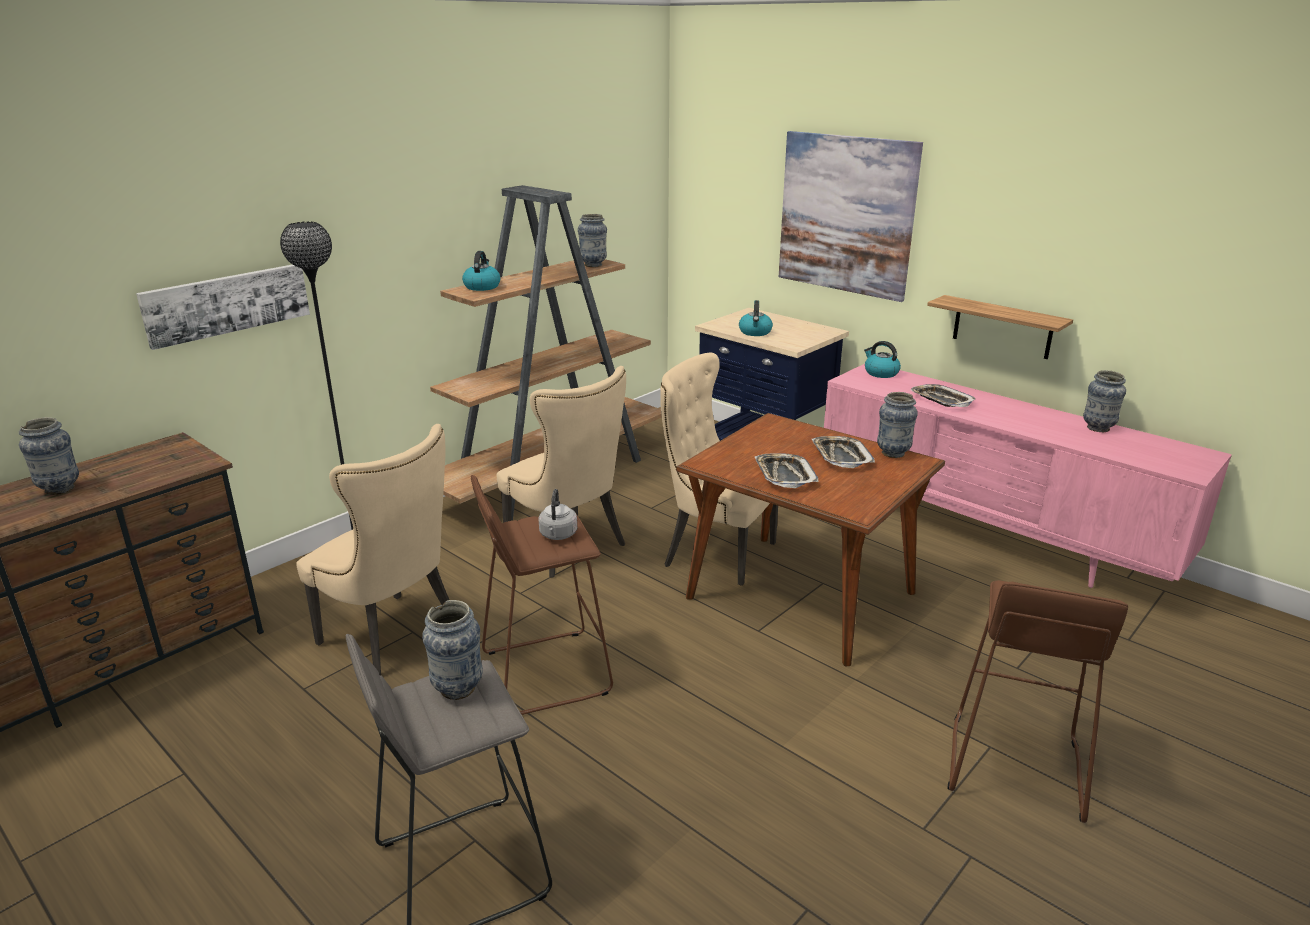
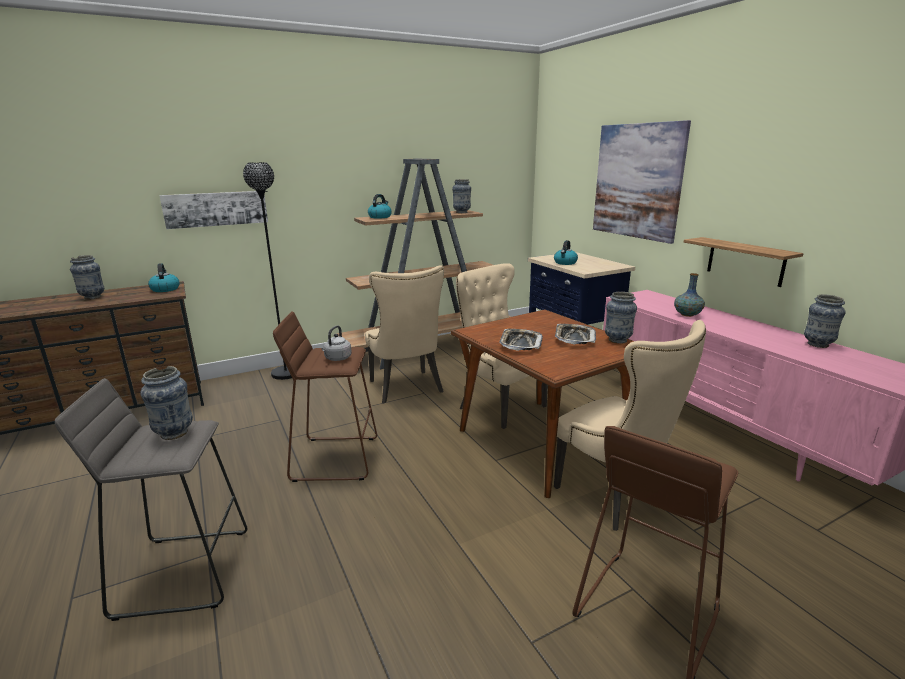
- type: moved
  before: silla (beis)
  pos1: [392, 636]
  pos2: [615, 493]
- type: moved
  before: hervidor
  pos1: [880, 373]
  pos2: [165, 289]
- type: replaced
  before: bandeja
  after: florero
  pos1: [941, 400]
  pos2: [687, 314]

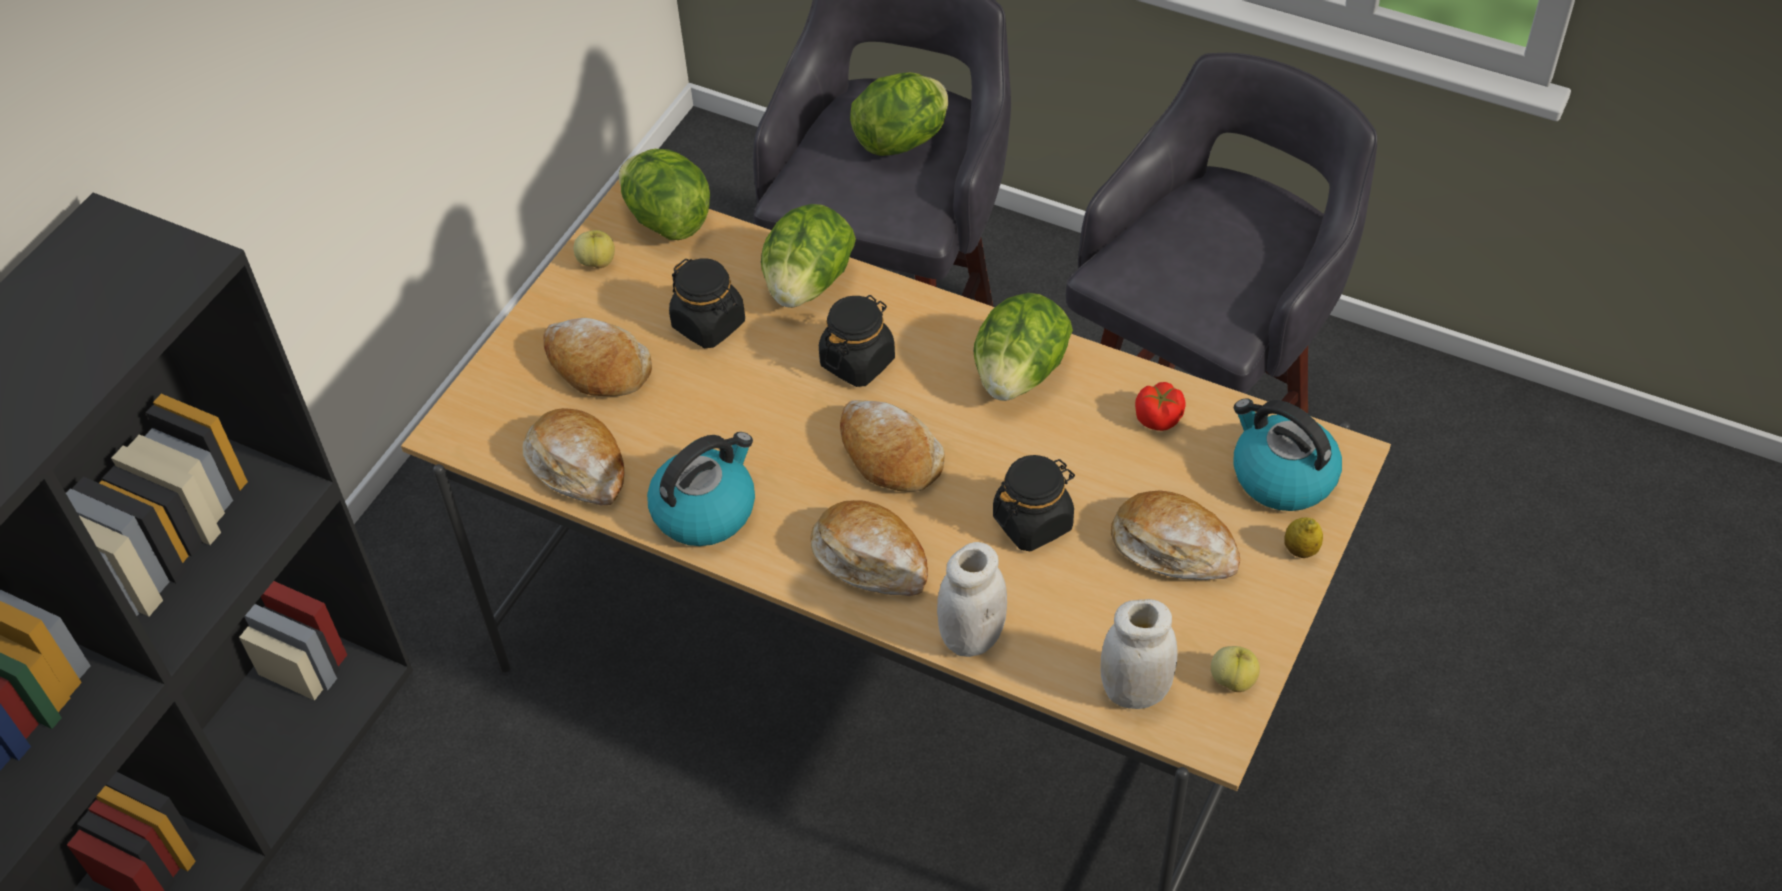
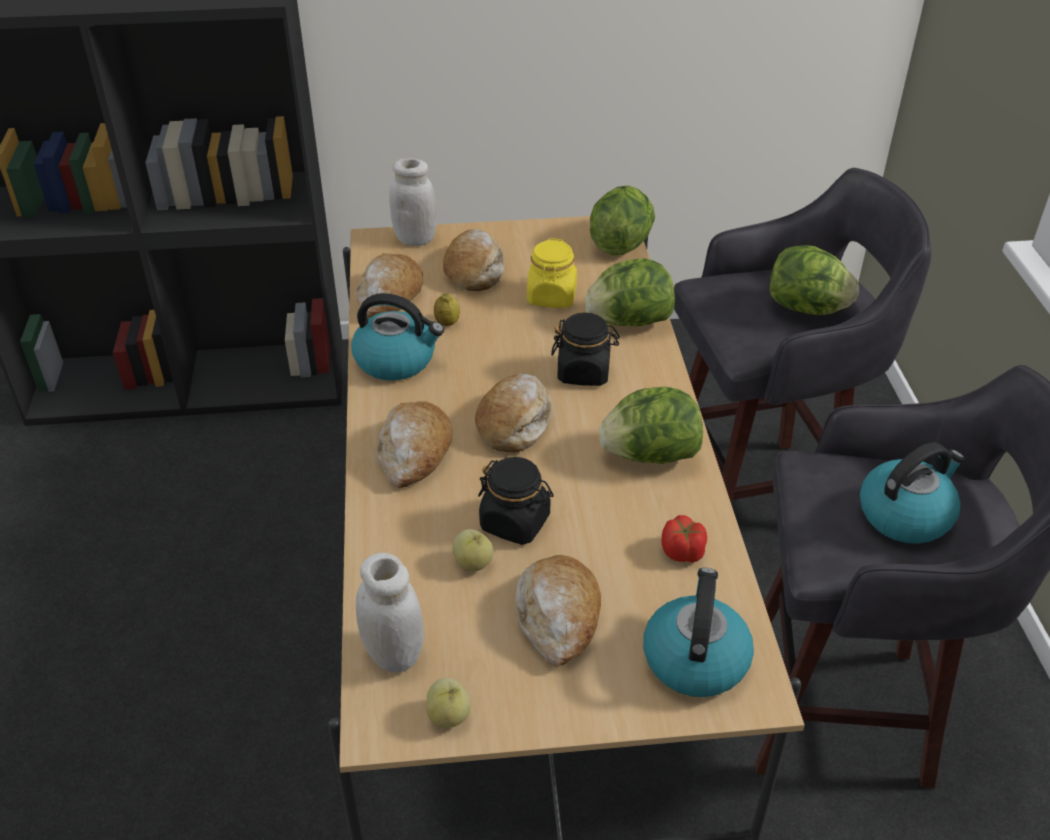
- type: added
  after: hervidor
  pos2: [905, 514]
- type: moved
  before: manzana
  pos1: [597, 262]
  pos2: [473, 563]
- type: moved
  before: tarro (blanco)
  pos1: [971, 637]
  pos2: [415, 239]
- type: moved
  before: limón
  pos1: [1301, 550]
  pos2: [447, 323]
- type: recoloured
  before: tarro (negro)
  after: tarro (amarillo)
  pos1: [709, 324]
  pos2: [551, 296]

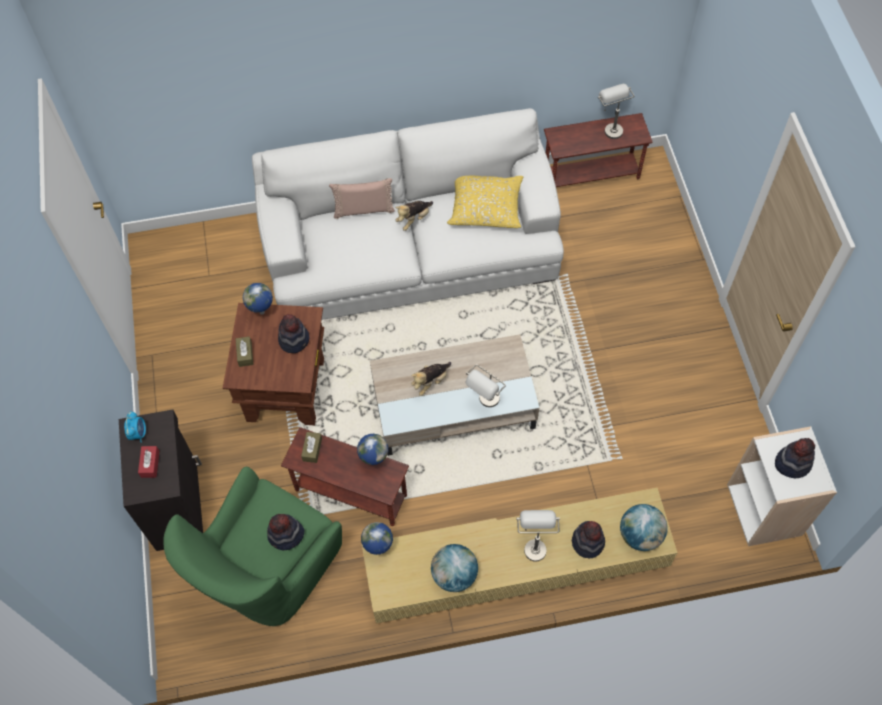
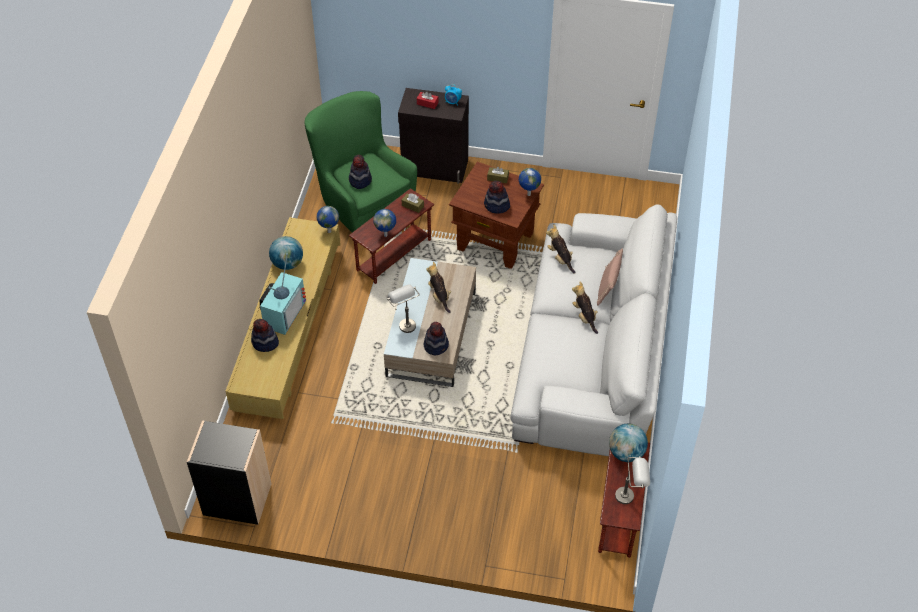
- type: removed
  before: cojín (amarillo)
  pos1: [486, 207]
- type: added
  after: peluche
  pos2: [560, 258]
- type: moved
  before: globo terráqueo
  pos1: [640, 535]
  pos2: [626, 453]
- type: moved
  before: sombrero
  pos1: [792, 463]
  pos2: [436, 345]
- type: replaced
  before: lámpara de mesa (gris)
  after: televisor
  pos1: [534, 543]
  pos2: [283, 313]
- type: recoloured
  before: estantería (blanco)
  after: estantería (negro)
  pos1: [765, 510]
  pos2: [236, 499]

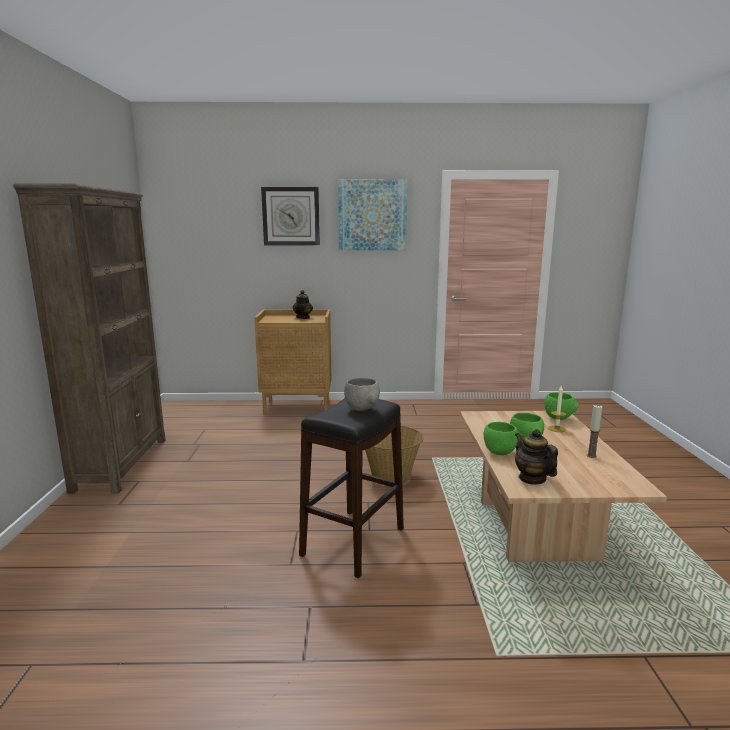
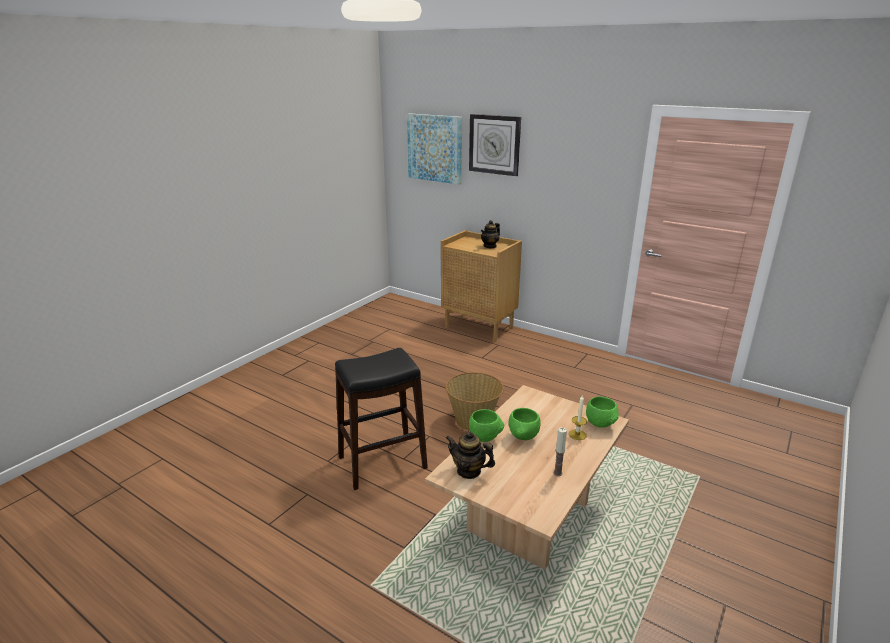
- type: removed
  before: estantería (marrón)
  pos1: [122, 463]
- type: removed
  before: cuenco (gris)
  pos1: [362, 409]
- type: moved
  before: cuadro
  pos1: [372, 215]
  pos2: [435, 148]
- type: turned
  before: tetera
  pos1: [532, 478]
  pos2: [469, 471]
  turn: -75

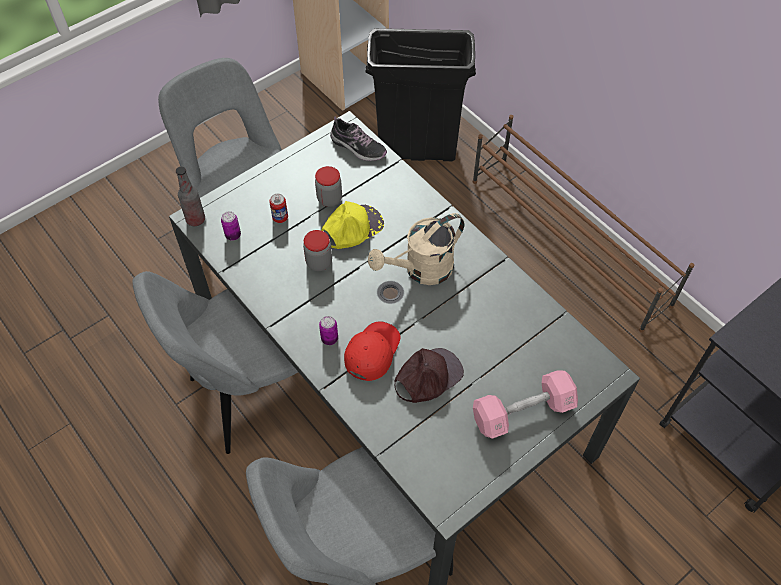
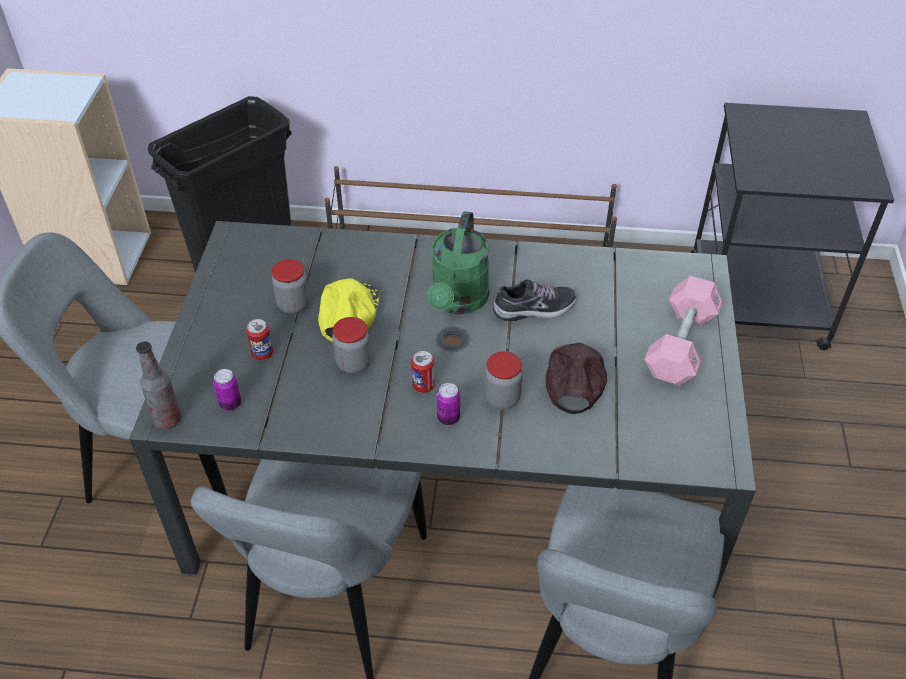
- type: added
  after: lata
  pos2: [423, 386]
- type: moved
  before: zapato
  pos1: [358, 147]
  pos2: [534, 309]
- type: replaced
  before: gorra (rojo)
  after: tarro
  pos1: [372, 352]
  pos2: [502, 398]
- type: recoloured
  before: regadera (beis)
  after: regadera (verde)
  pos1: [421, 270]
  pos2: [458, 302]

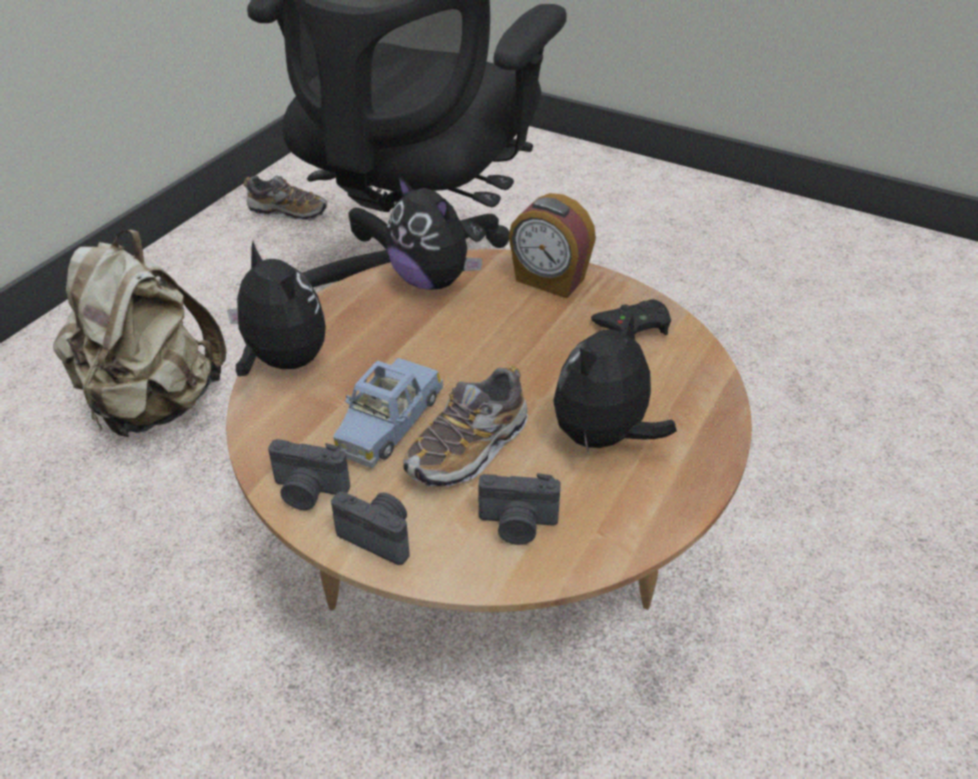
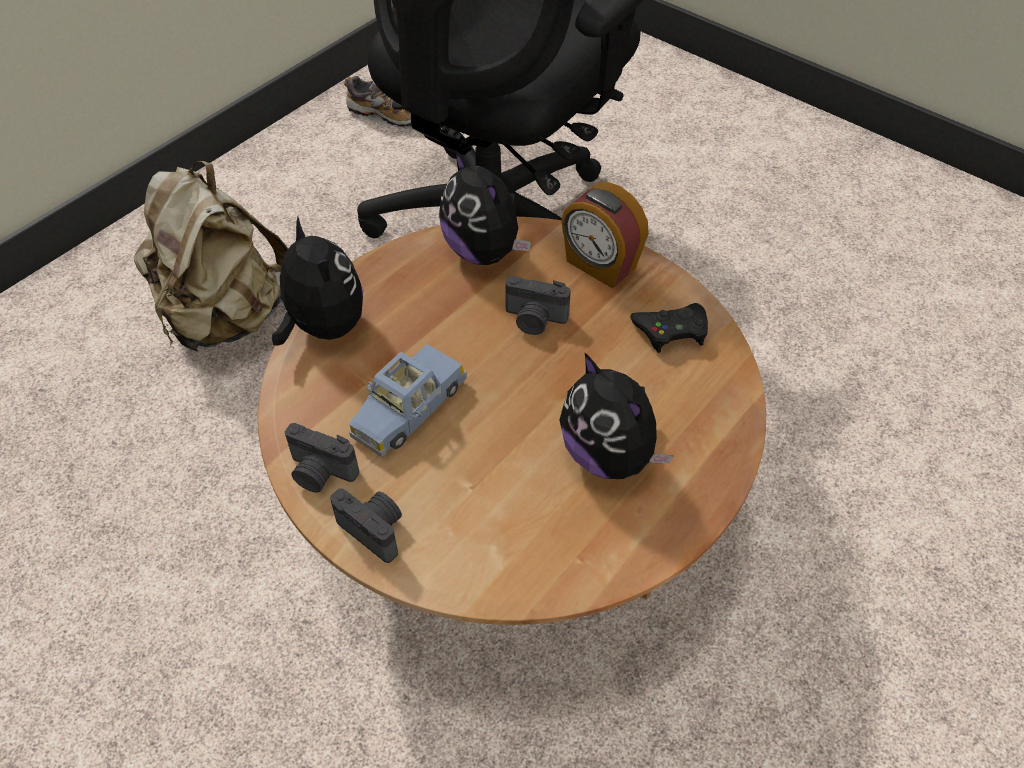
- type: removed
  before: zapato
  pos1: [468, 449]
- type: moved
  before: cámara
  pos1: [517, 525]
  pos2: [534, 320]
- type: turned
  before: peluche
  pos1: [603, 438]
  pos2: [609, 455]
  turn: -90

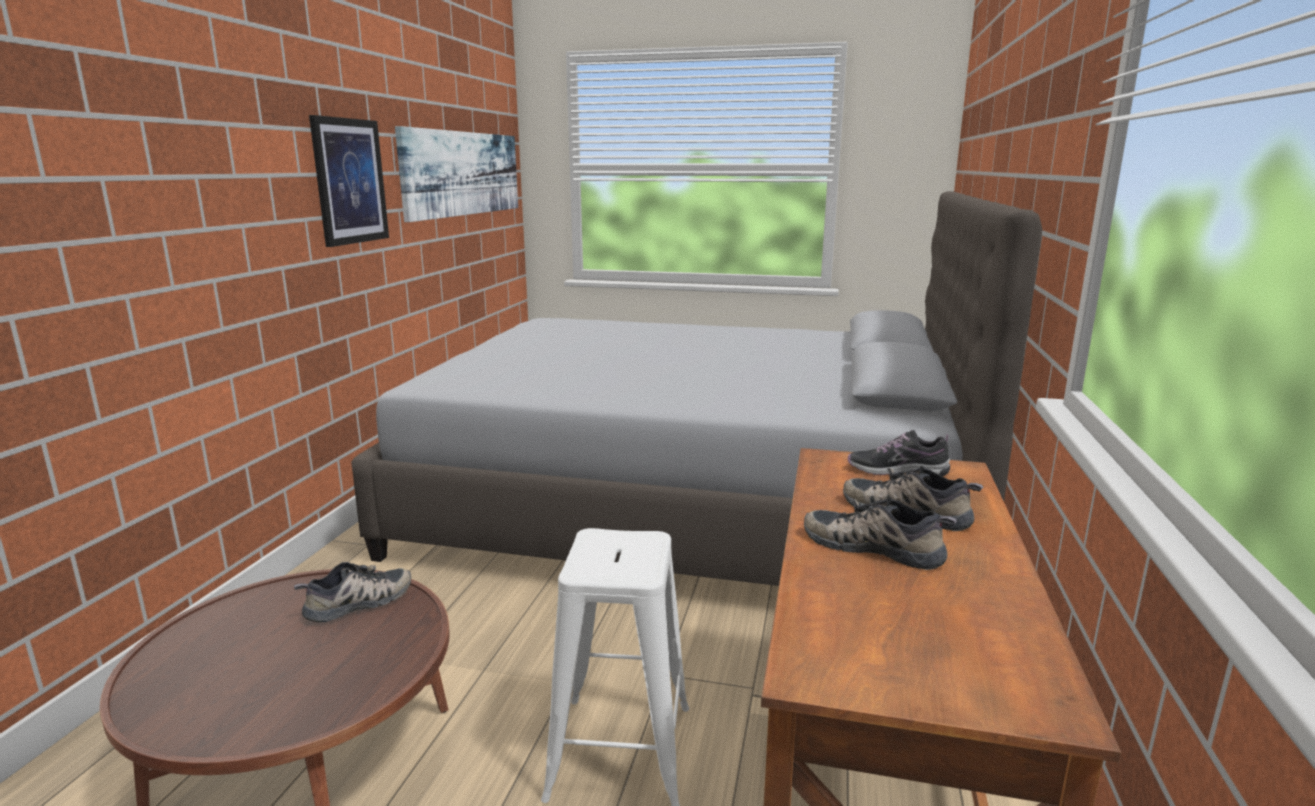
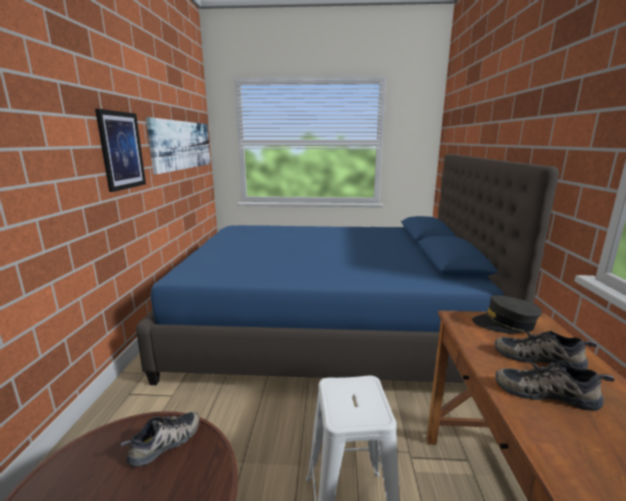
- type: replaced
  before: zapato
  after: gorra (gris)
  pos1: [897, 471]
  pos2: [505, 324]
- type: recoloured
  before: cama (gris)
  after: cama (azul)
  pos1: [689, 506]
  pos2: [328, 328]

